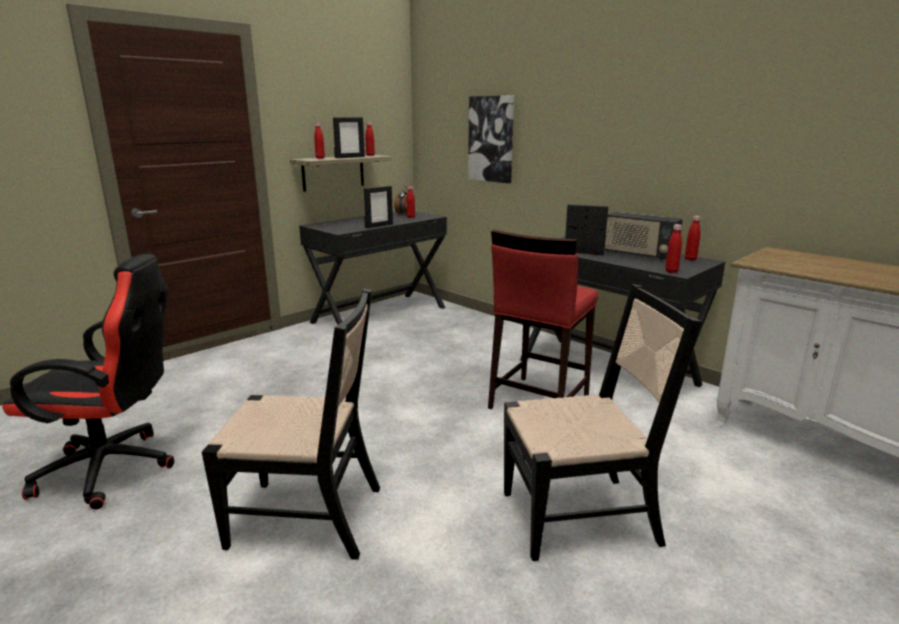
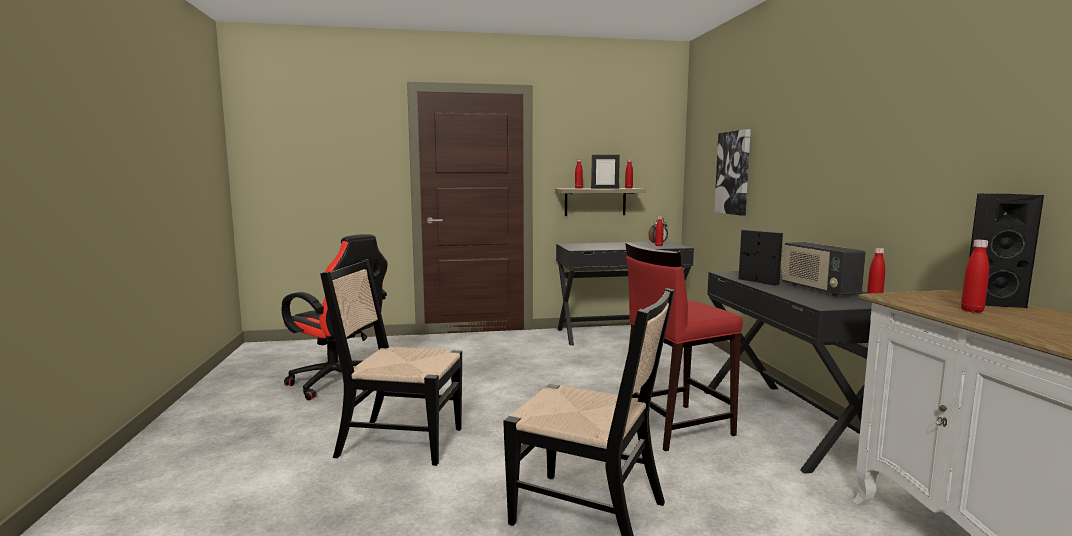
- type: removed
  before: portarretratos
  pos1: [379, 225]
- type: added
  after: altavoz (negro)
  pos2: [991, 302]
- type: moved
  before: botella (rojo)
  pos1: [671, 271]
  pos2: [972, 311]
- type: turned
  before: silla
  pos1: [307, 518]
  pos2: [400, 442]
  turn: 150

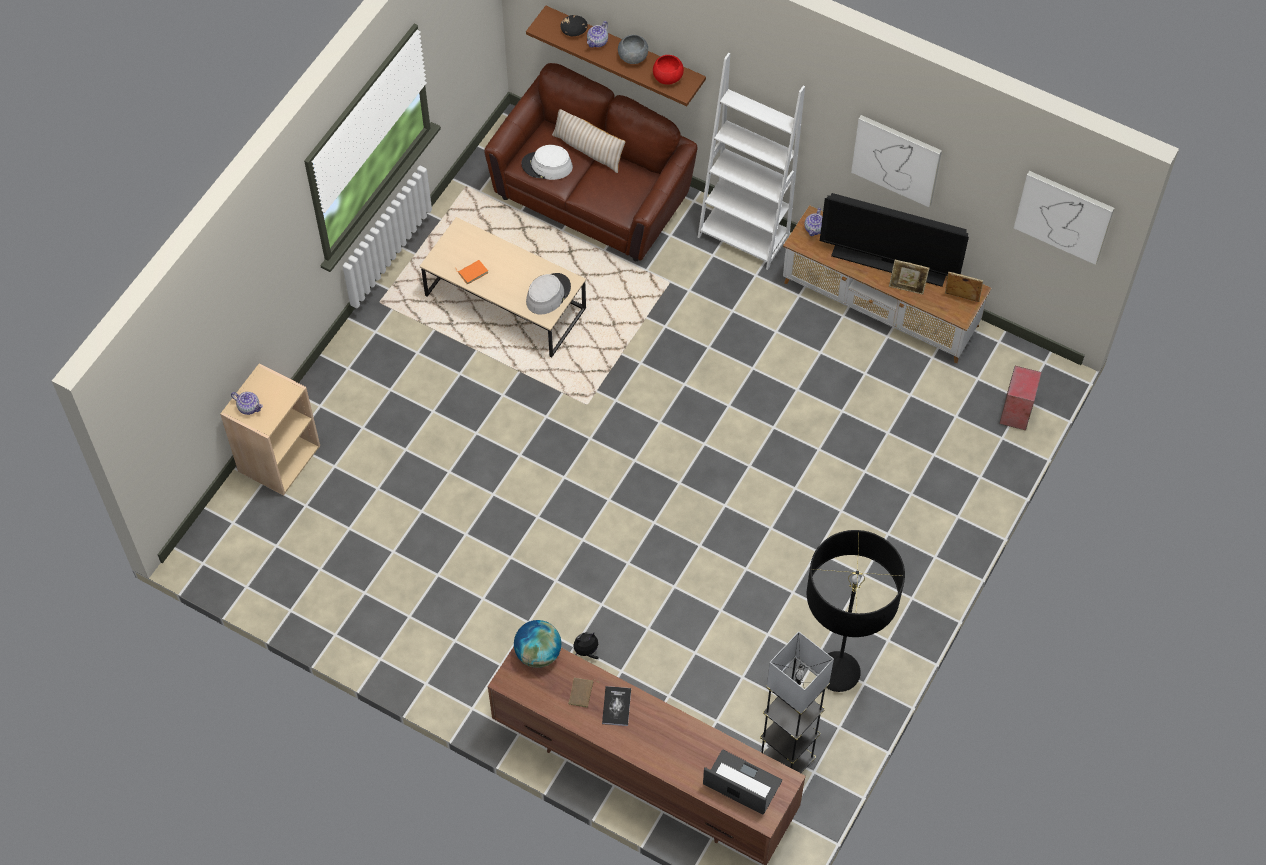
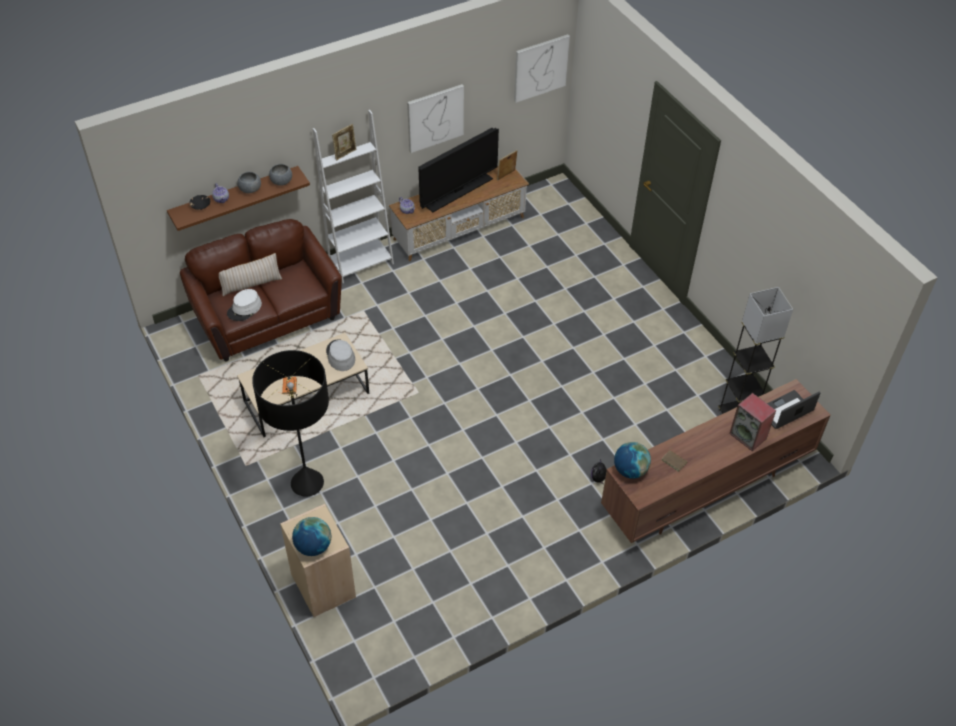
- type: removed
  before: libro
  pos1: [616, 706]
- type: moved
  before: lámpara de pie (negro)
  pos1: [837, 674]
  pos2: [307, 485]
- type: moved
  before: portarretratos
  pos1: [906, 289]
  pos2: [345, 154]
- type: moved
  before: altavoz
  pos1: [1016, 413]
  pos2: [748, 436]
- type: replaced
  before: tetera
  after: globo terráqueo
  pos1: [249, 407]
  pos2: [313, 546]
- type: recoloured
  before: cuenco (rojo)
  after: cuenco (gris)
  pos1: [667, 77]
  pos2: [281, 181]

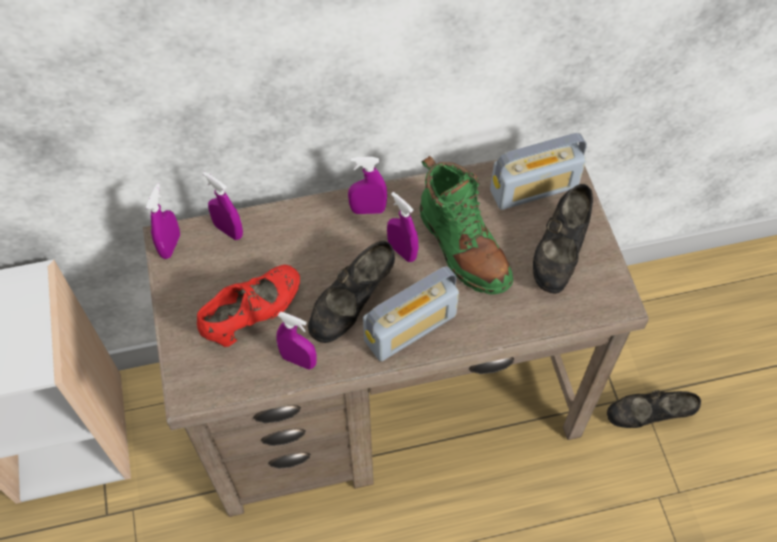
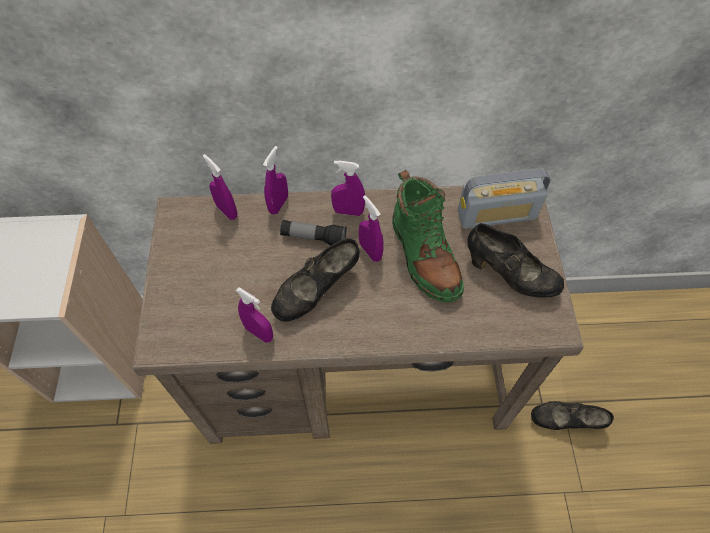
- type: removed
  before: zapato (rojo)
  pos1: [254, 314]
- type: removed
  before: radio
  pos1: [410, 328]
- type: added
  after: linterna
  pos2: [313, 237]
- type: moved
  before: pulverizador (morado)
  pos1: [170, 246]
  pos2: [278, 204]
- type: turned
  before: zapato (negro)
  pos1: [559, 253]
  pos2: [509, 275]
  turn: -90

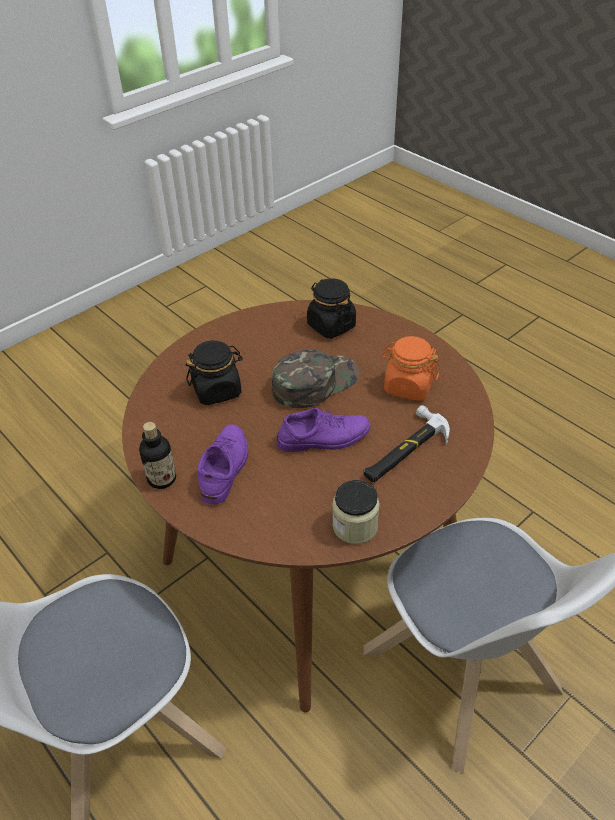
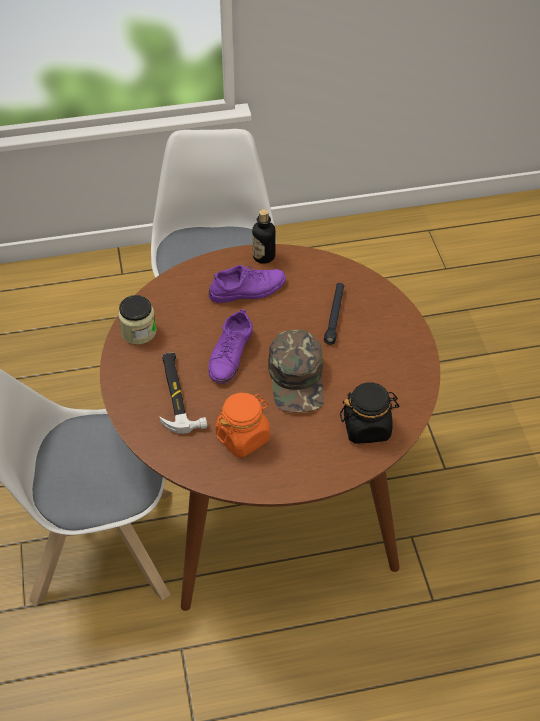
- type: replaced
  before: tarro (negro)
  after: linterna (negro)
  pos1: [217, 390]
  pos2: [334, 316]
- type: turned
  before: zapato (morado)
  pos1: [224, 467]
  pos2: [247, 290]
  turn: -60

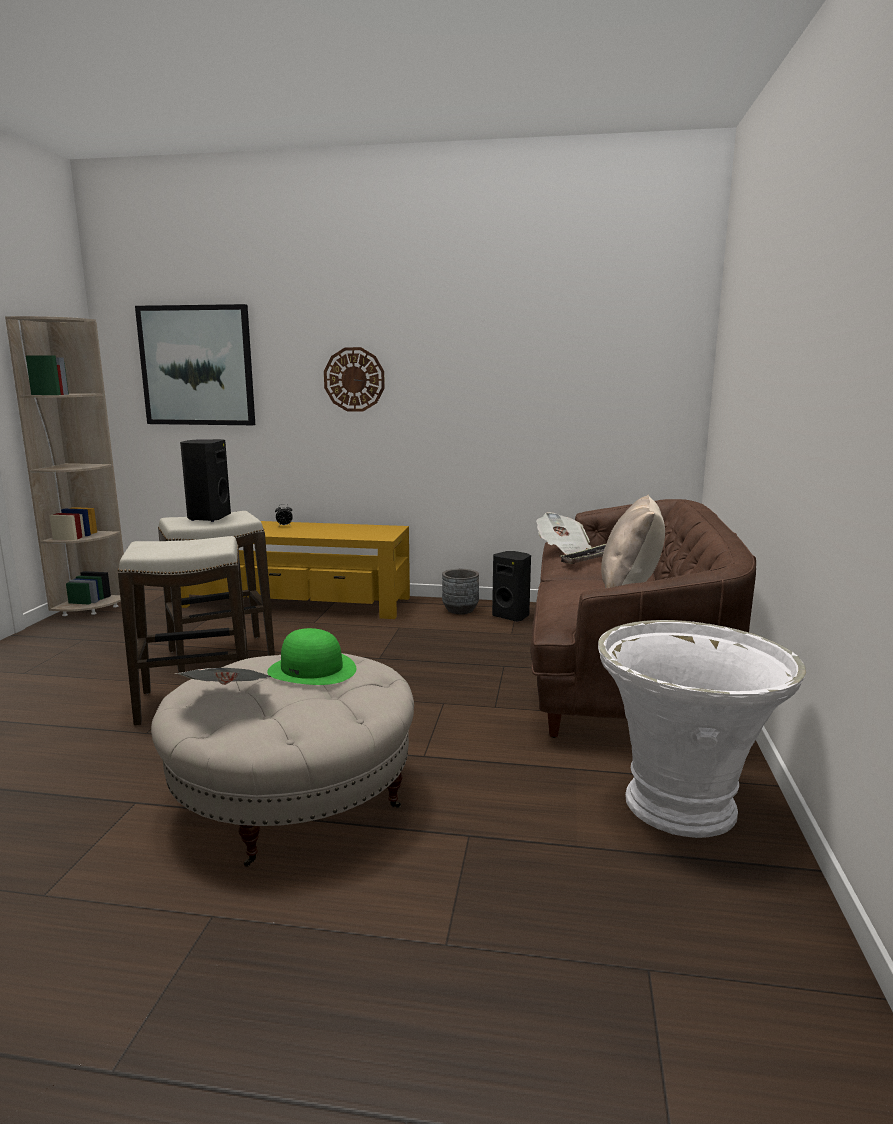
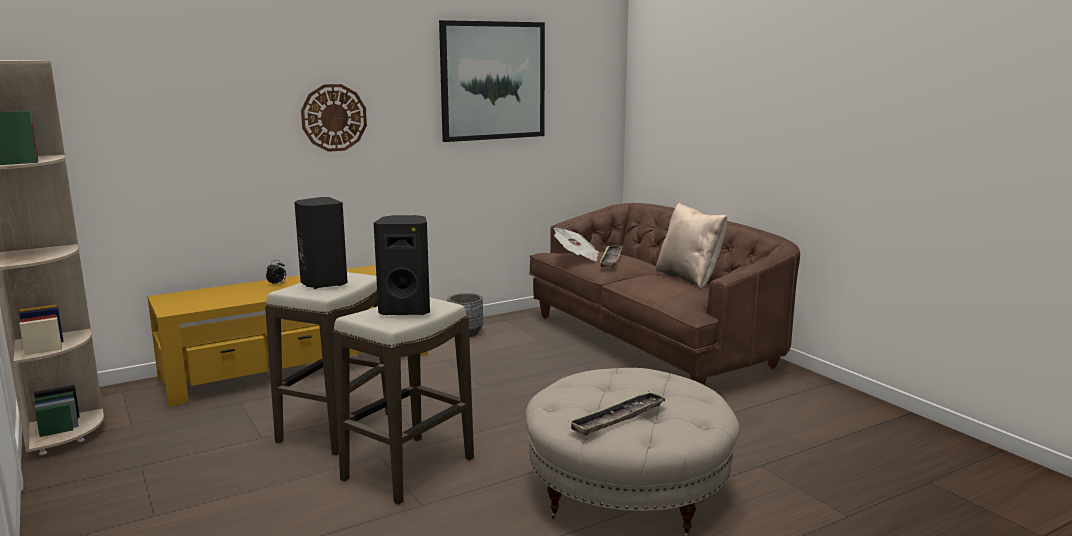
- type: removed
  before: sombrero (verde)
  pos1: [312, 670]
- type: removed
  before: maceta (blanco)
  pos1: [683, 806]
- type: moved
  before: cuadro
  pos1: [197, 366]
  pos2: [493, 81]
- type: moved
  before: altavoz (negro)
  pos1: [512, 616]
  pos2: [406, 310]
- type: replaced
  before: periódico
  after: bandeja
  pos1: [228, 699]
  pos2: [618, 418]

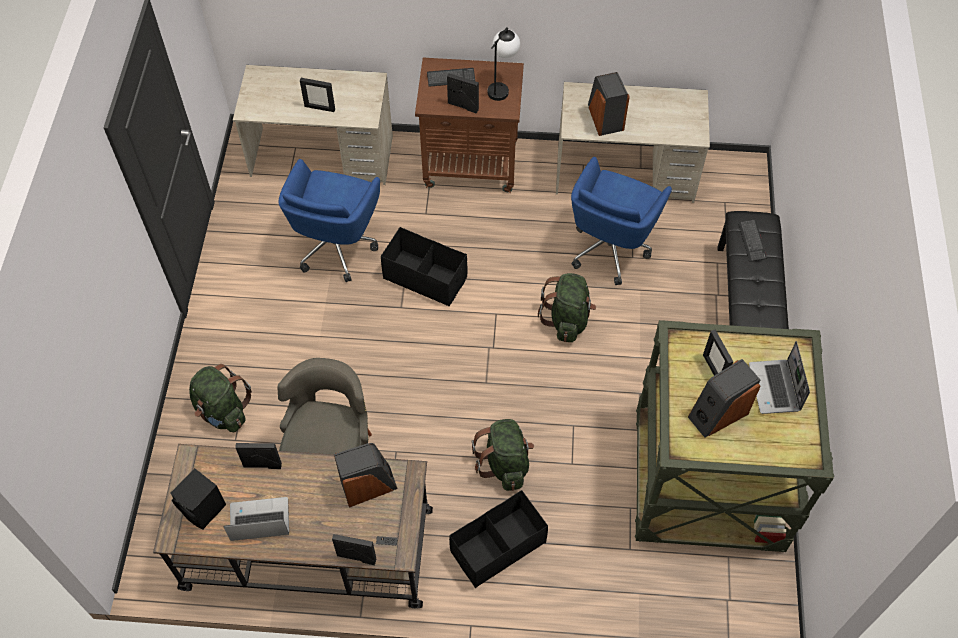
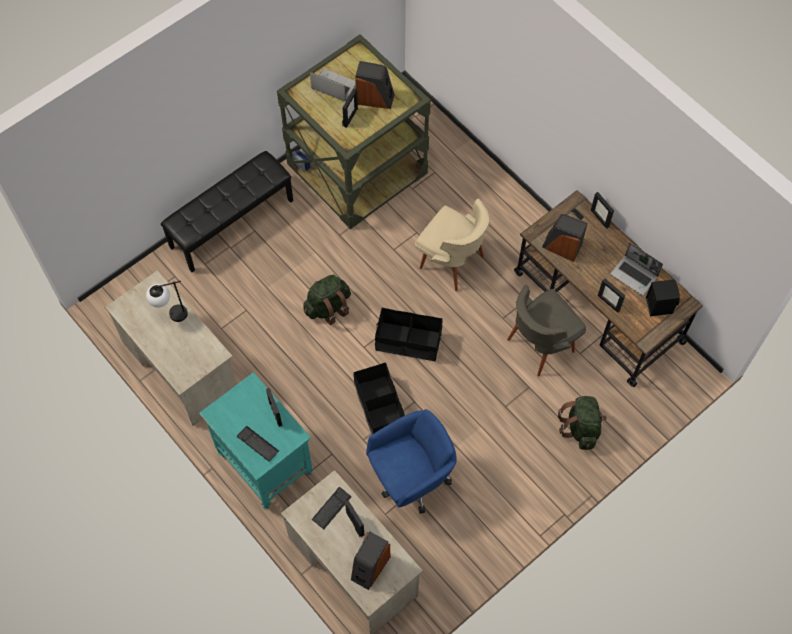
- type: removed
  before: silla de oficina (azul)
  pos1: [610, 248]
- type: moved
  before: caja de almacenaje (negro)
  pos1: [497, 547]
  pos2: [408, 342]
- type: moved
  before: lámpara de mesa
  pos1: [502, 86]
  pos2: [171, 315]
- type: moved
  before: altavoz
  pos1: [604, 118]
  pos2: [370, 567]
- type: moved
  before: teclado
  pos1: [752, 241]
  pos2: [331, 508]
- type: replaced
  before: mochila (verde)
  after: silla (beis)
  pos1: [504, 463]
  pos2: [451, 262]
- type: recoloured
  before: carrito (marrón)
  after: carrito (turquesa)
  pos1: [471, 166]
  pos2: [264, 462]
- type: turned
  before: portátil
  pos1: [775, 388]
  pos2: [333, 86]
  turn: -105

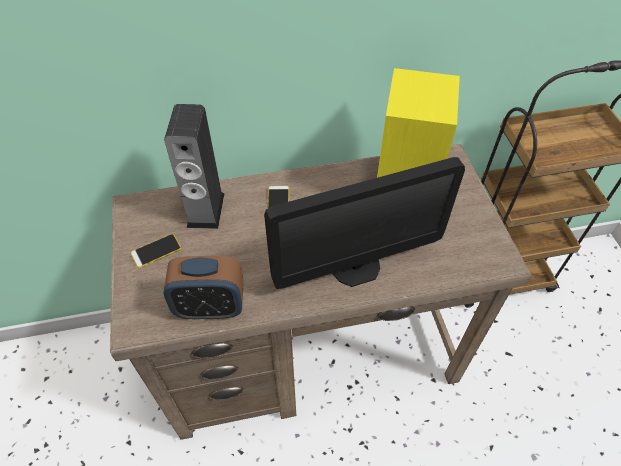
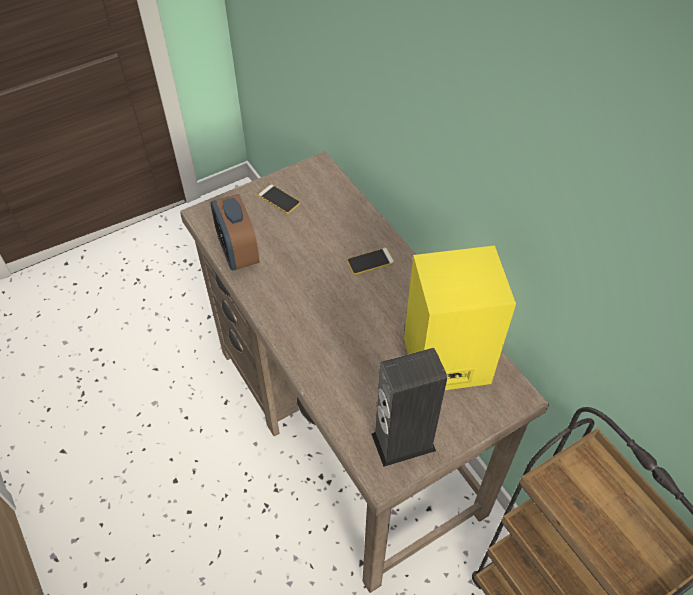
- type: removed
  before: monitor
  pos1: [355, 267]
- type: moved
  before: altavoz
  pos1: [205, 210]
  pos2: [403, 442]

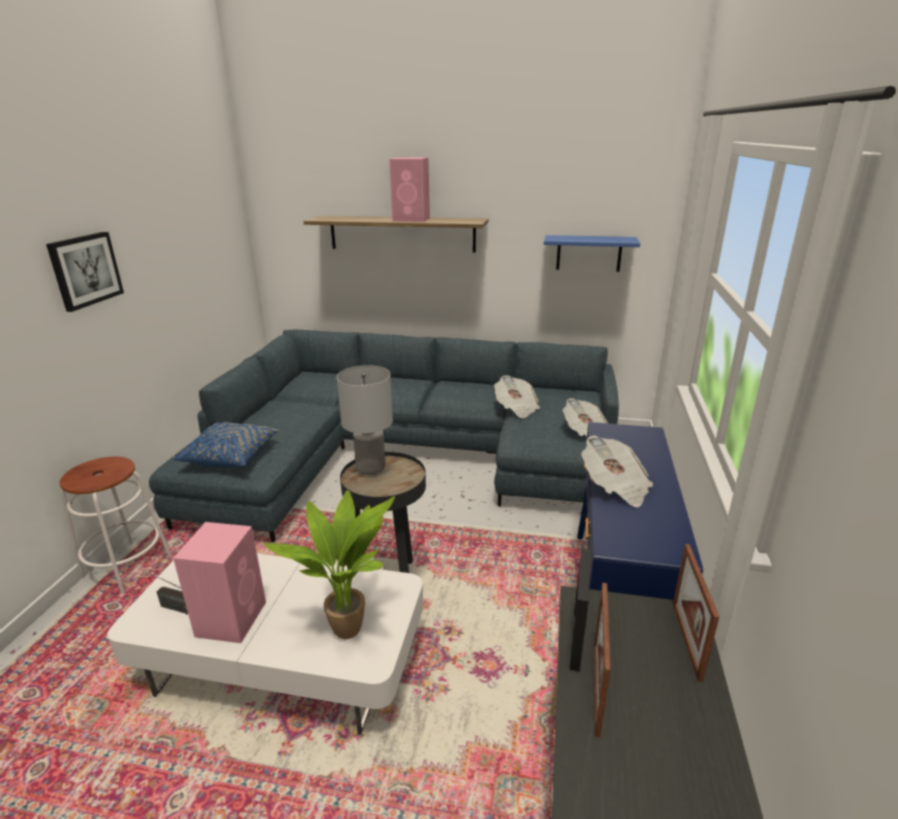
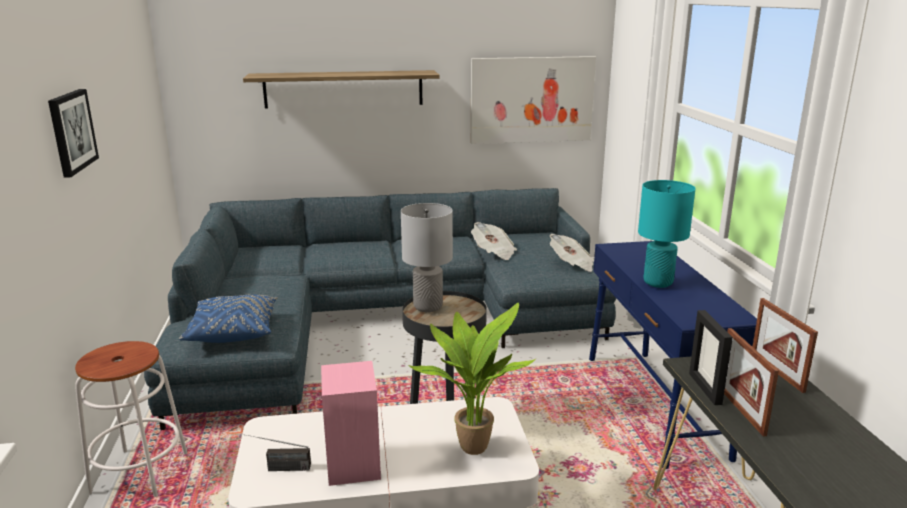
- type: removed
  before: altavoz (rosa)
  pos1: [412, 219]
- type: replaced
  before: estante (azul)
  after: cuadro
  pos1: [589, 253]
  pos2: [531, 100]
- type: replaced
  before: periódico
  after: lámpara de mesa (turquesa)
  pos1: [615, 487]
  pos2: [658, 284]

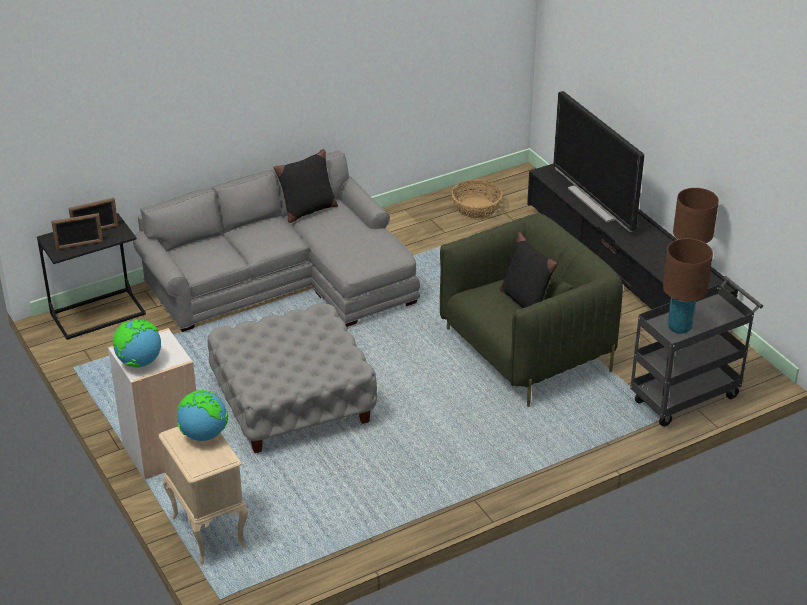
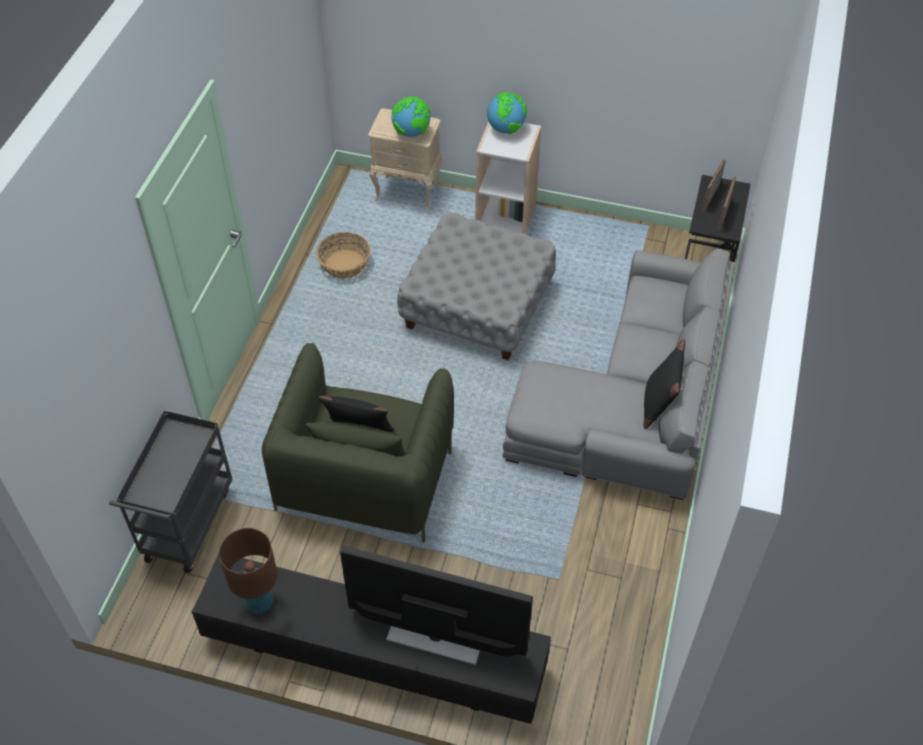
- type: removed
  before: lámpara de mesa (marrón)
  pos1: [679, 327]
- type: moved
  before: cesta
  pos1: [476, 208]
  pos2: [344, 264]

